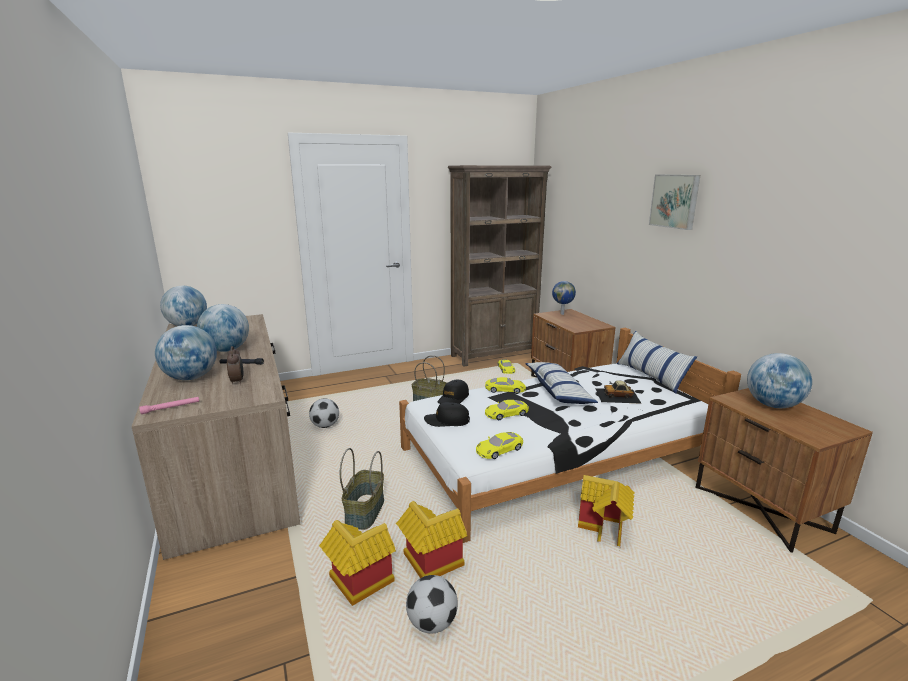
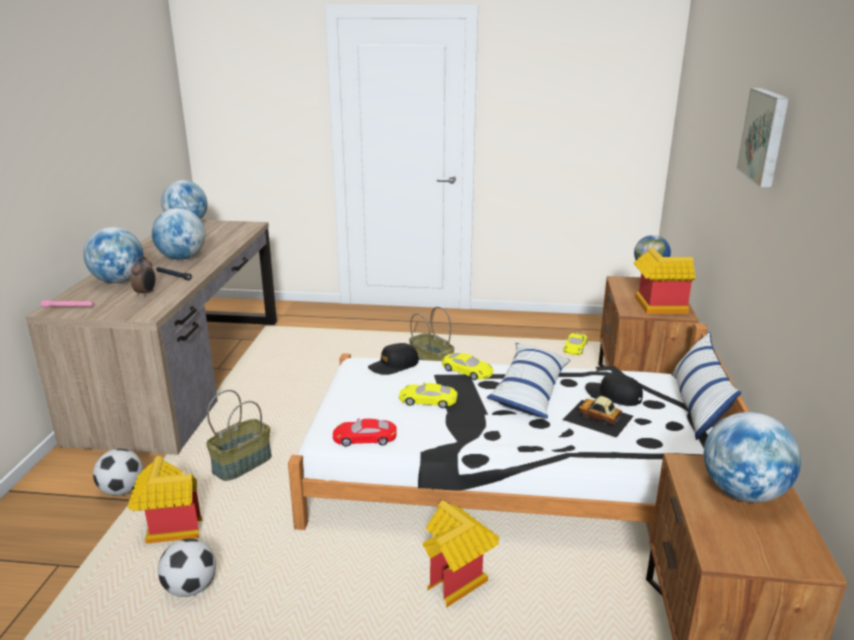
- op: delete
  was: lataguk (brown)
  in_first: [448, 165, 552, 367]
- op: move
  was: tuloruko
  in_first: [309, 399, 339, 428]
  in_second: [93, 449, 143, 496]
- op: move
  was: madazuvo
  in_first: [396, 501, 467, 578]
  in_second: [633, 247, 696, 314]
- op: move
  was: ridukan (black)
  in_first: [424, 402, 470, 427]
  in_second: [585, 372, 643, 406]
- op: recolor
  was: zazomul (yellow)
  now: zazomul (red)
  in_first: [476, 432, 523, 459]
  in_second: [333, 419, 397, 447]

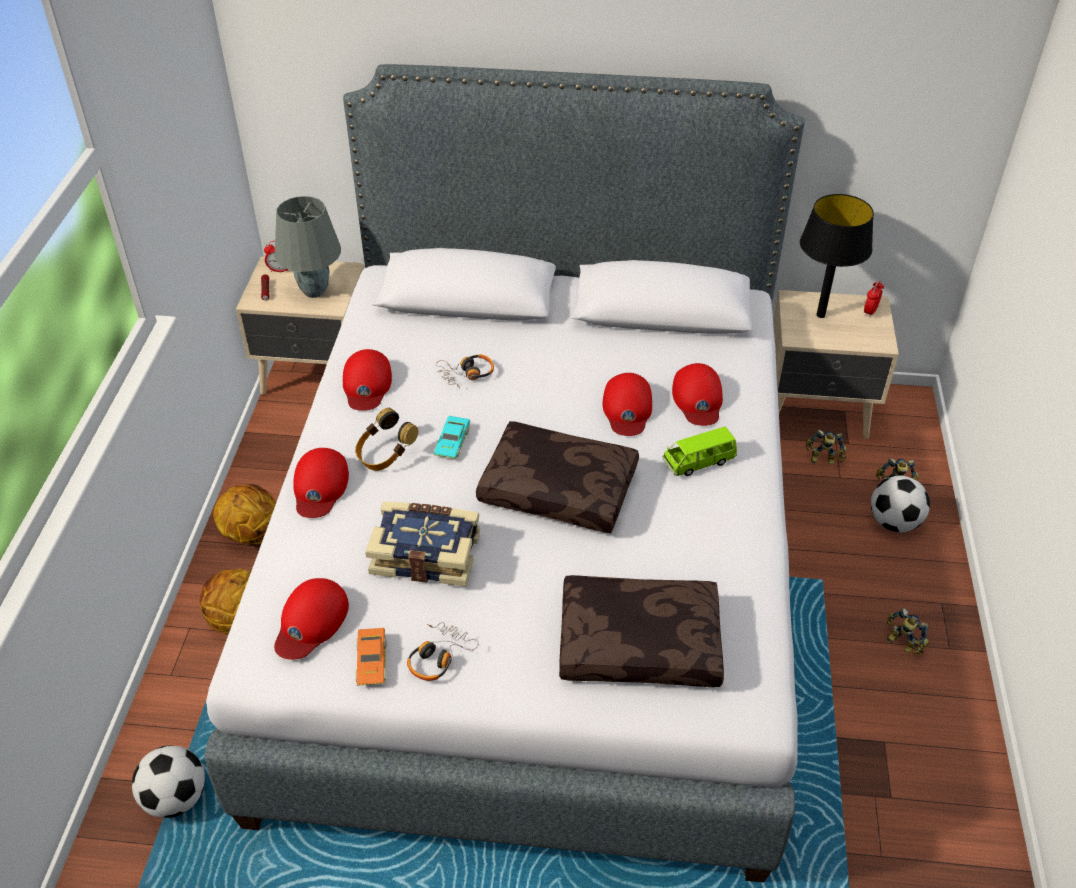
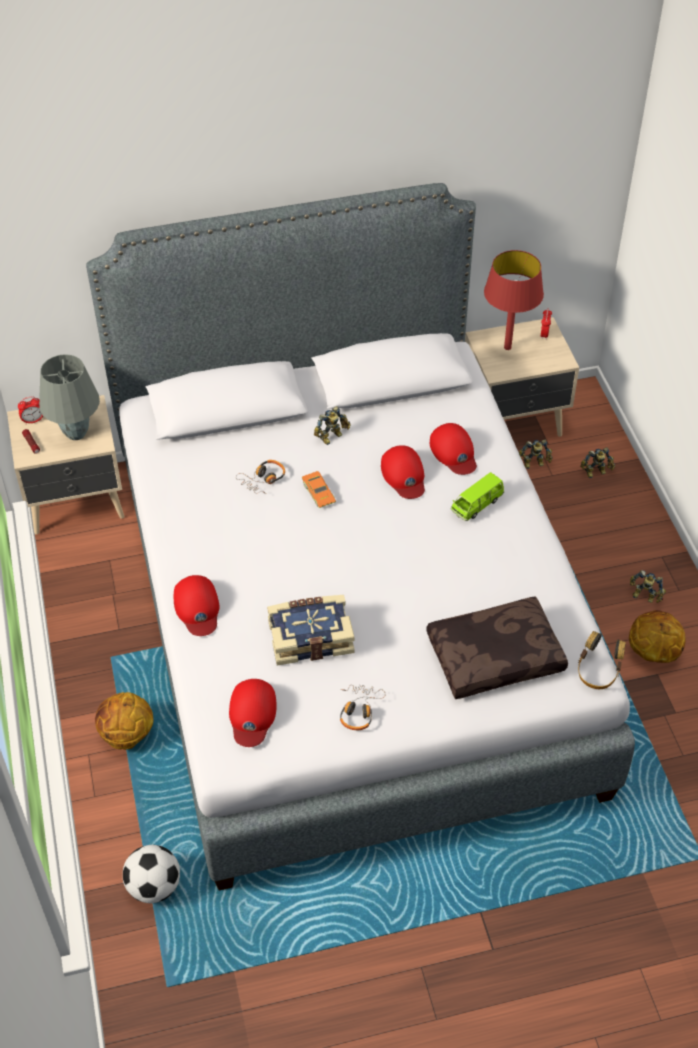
- op: delete
  was: ridukan (red)
  in_first: [343, 349, 392, 411]
- op: delete
  was: zazomul (turquoise)
  in_first: [434, 416, 470, 459]
- op: delete
  was: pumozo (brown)
  in_first: [476, 421, 639, 533]
- op: delete
  was: tuloruko
  in_first: [871, 476, 930, 532]
- op: insert
  now: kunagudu
  in_second: [314, 406, 351, 445]
- op: move
  was: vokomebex
  in_first: [213, 484, 276, 544]
  in_second: [629, 610, 686, 663]
- op: move
  was: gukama
  in_first: [355, 408, 418, 471]
  in_second: [578, 631, 626, 689]
- op: move
  was: zazomul (orange)
  in_first: [356, 628, 387, 686]
  in_second: [302, 471, 336, 508]
- op: recolor
  was: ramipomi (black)
  now: ramipomi (red)
  in_first: [800, 194, 874, 318]
  in_second: [484, 250, 544, 350]

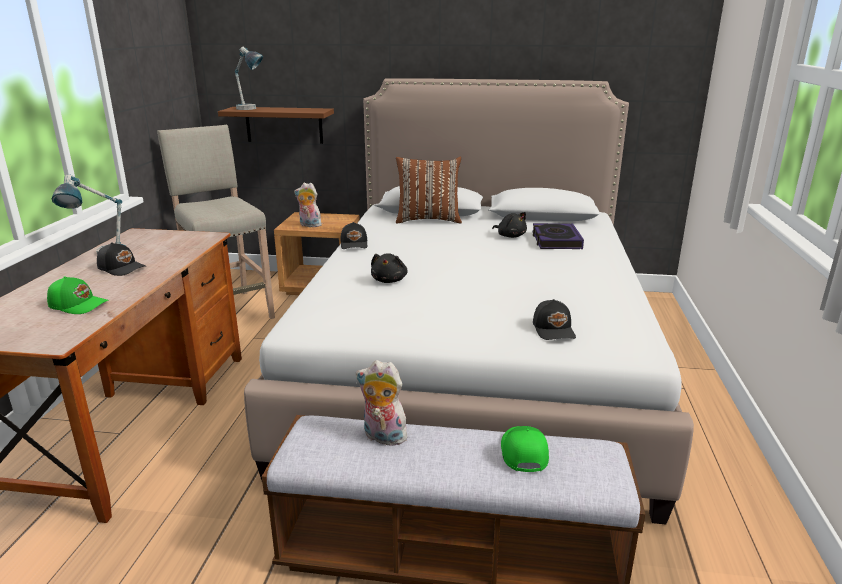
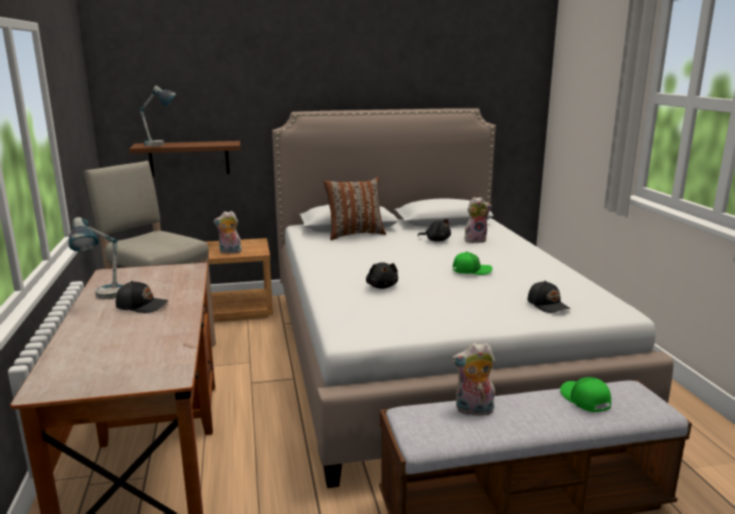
- op: delete
  was: ridukan (black)
  in_first: [340, 222, 367, 249]
- op: move
  was: ridukan (green)
  in_first: [47, 276, 109, 314]
  in_second: [453, 251, 492, 275]
- op: replace
  was: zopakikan
  now: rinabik
  in_first: [532, 223, 584, 249]
  in_second: [464, 197, 492, 243]

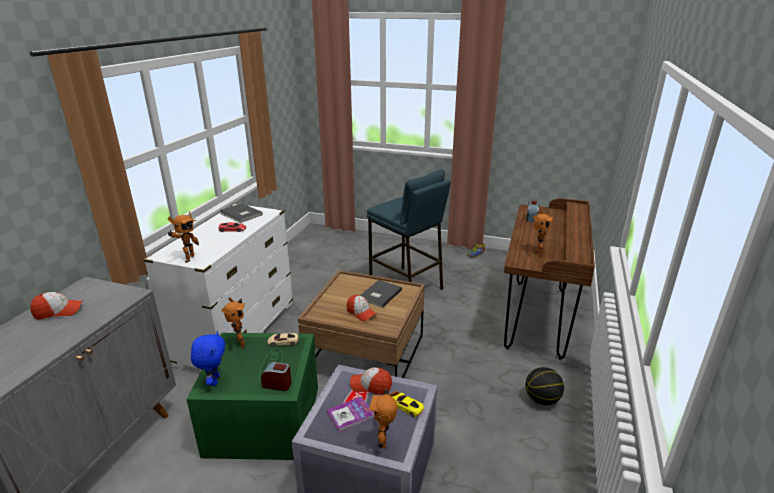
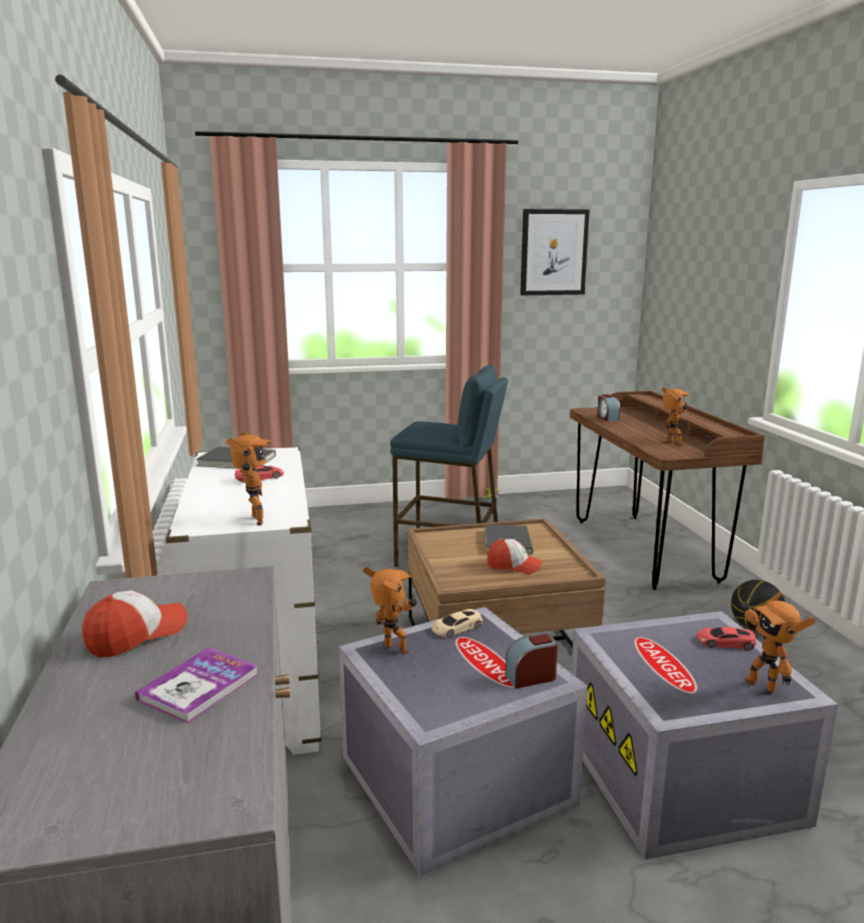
- op: delete
  was: rinabik (blue)
  in_first: [191, 331, 225, 386]
- op: delete
  was: ridukan
  in_first: [350, 367, 392, 395]
- op: insert
  now: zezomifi
  in_second: [520, 209, 589, 295]
- op: move
  was: zopakikan
  in_first: [327, 397, 374, 432]
  in_second: [135, 647, 259, 724]
- op: recolor
  was: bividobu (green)
  now: bividobu (grey)
  in_first: [186, 333, 318, 460]
  in_second: [338, 607, 588, 876]
- op: recolor
  was: zazomul (yellow)
  now: zazomul (red)
  in_first: [393, 393, 424, 417]
  in_second: [697, 627, 756, 650]

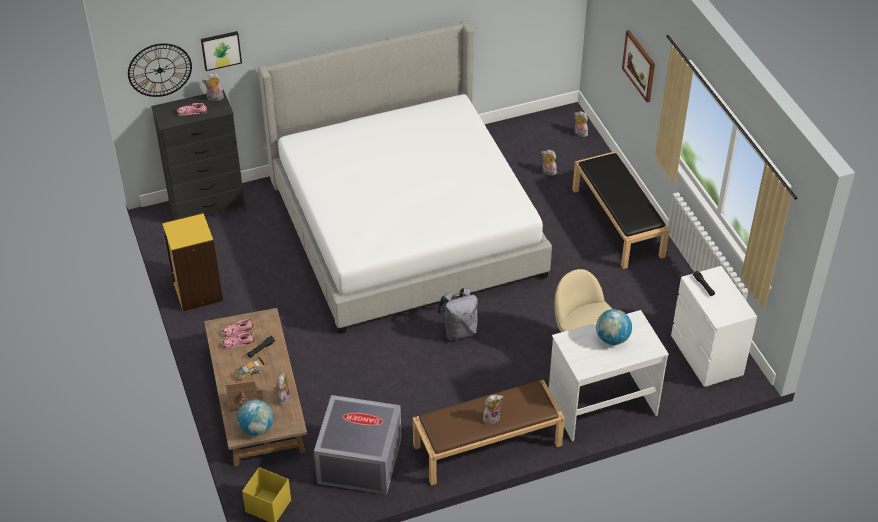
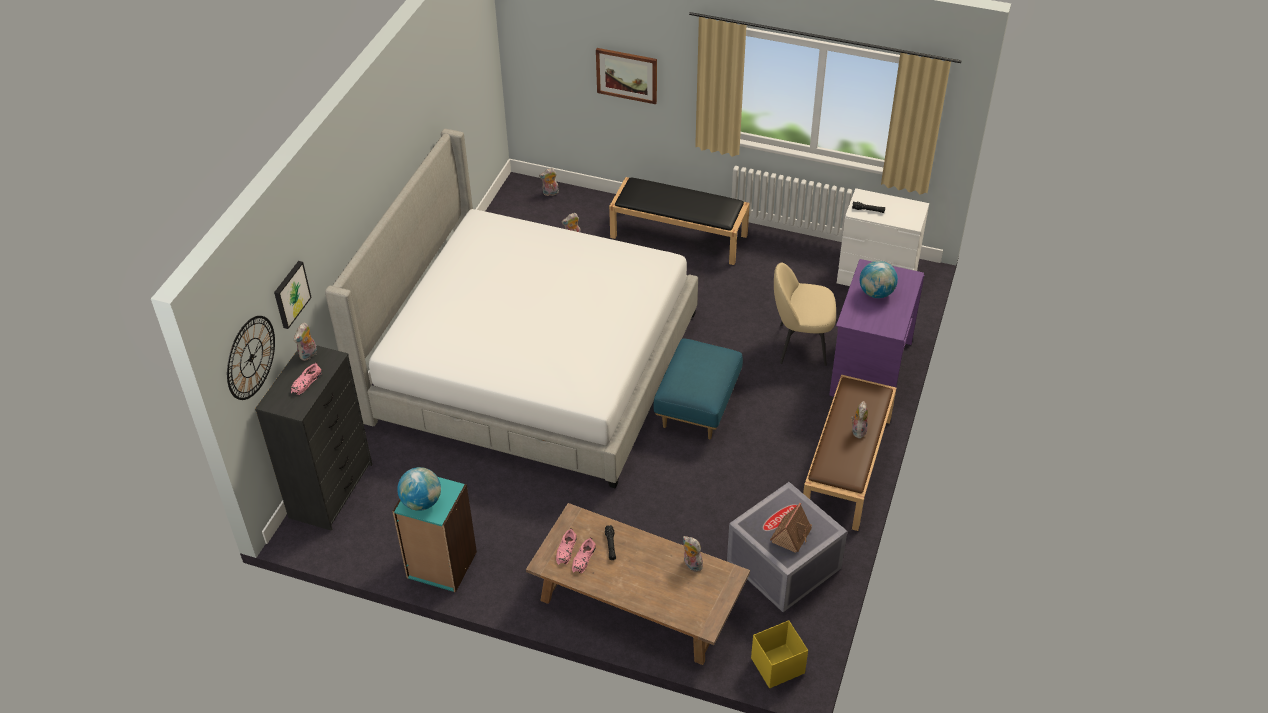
- op: delete
  was: zazomul
  in_first: [234, 357, 265, 381]
- op: move
  was: madazuvo
  in_first: [226, 380, 263, 412]
  in_second: [770, 503, 812, 553]
- op: move
  was: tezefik
  in_first: [237, 399, 274, 436]
  in_second: [397, 467, 441, 511]
- op: replace
  was: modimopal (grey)
  now: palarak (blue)
  in_first: [437, 288, 478, 341]
  in_second: [653, 338, 743, 439]
- op: recolor
  was: lataguk (yellow)
  now: lataguk (turquoise)
  in_first: [162, 212, 223, 311]
  in_second: [392, 477, 477, 593]
- op: recolor
  was: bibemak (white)
  now: bibemak (purple)
  in_first: [549, 310, 669, 441]
  in_second: [829, 259, 924, 397]

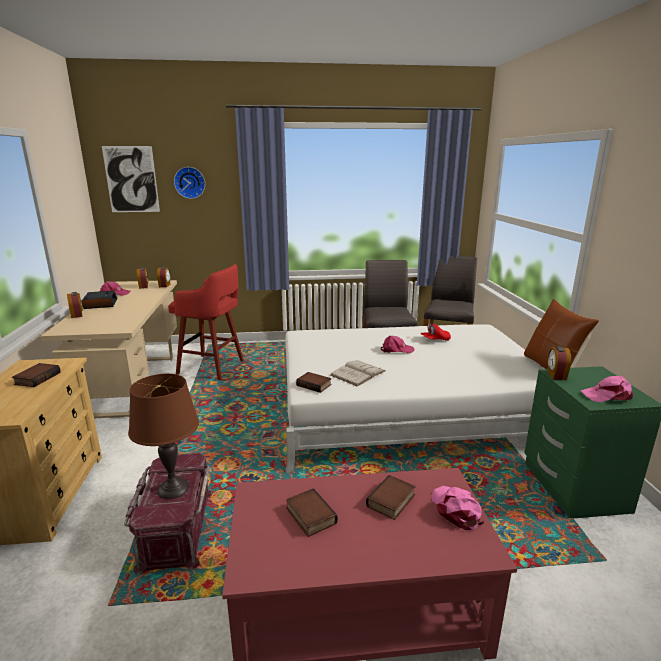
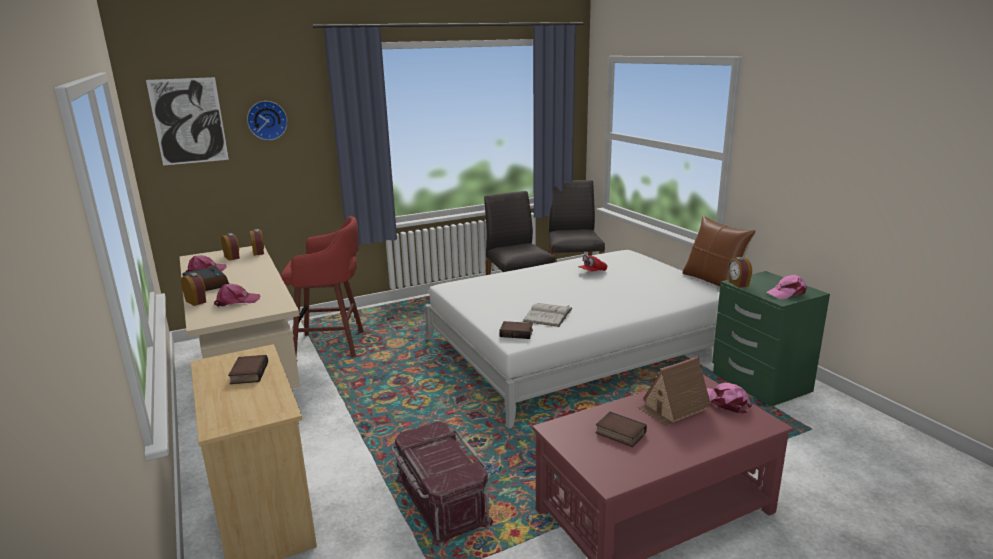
- op: delete
  was: ramipomi (brown)
  in_first: [128, 374, 199, 499]
- op: move
  was: ridukan (pink)
  in_first: [381, 336, 414, 353]
  in_second: [214, 284, 260, 307]
- op: replace
  was: zopakikan
  now: madazuvo
  in_first: [366, 475, 416, 520]
  in_second: [638, 356, 711, 426]

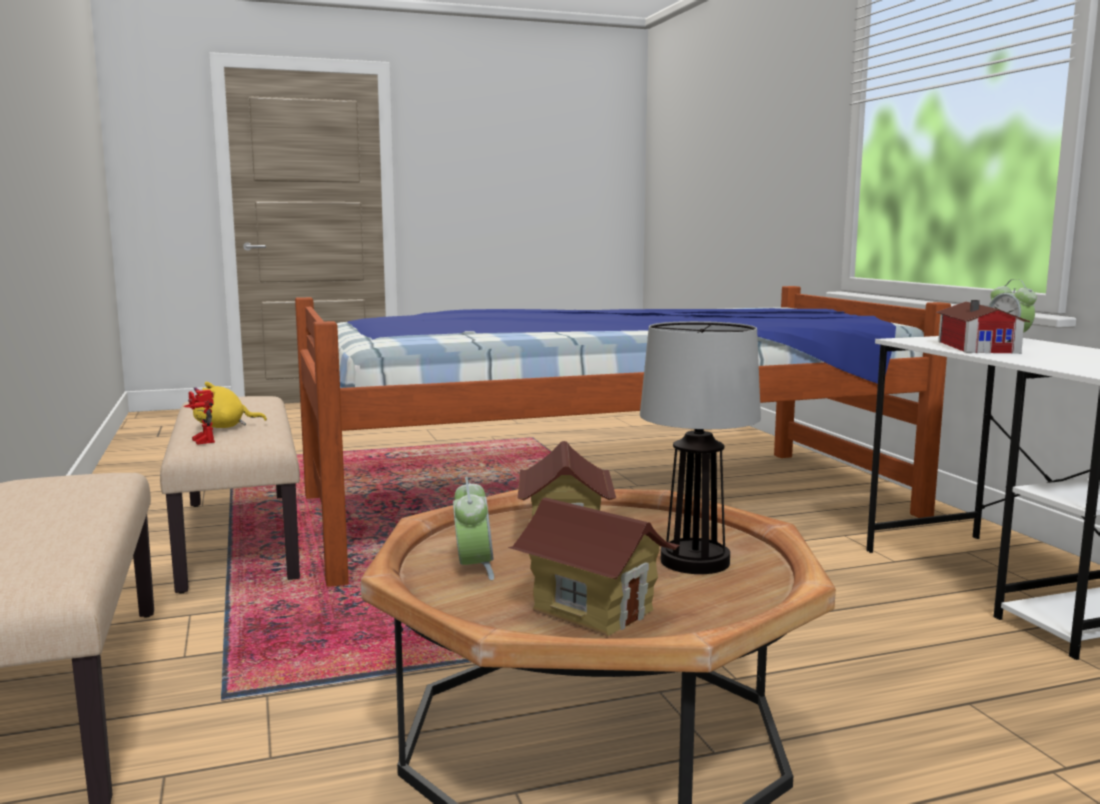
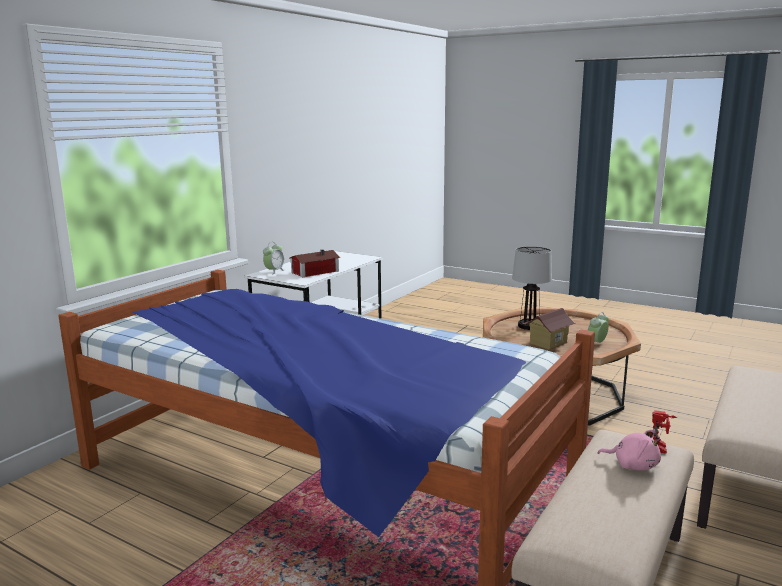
- op: delete
  was: madazuvo
  in_first: [507, 497, 680, 636]
- op: recolor
  was: rinabik (yellow)
  now: rinabik (pink)
  in_first: [193, 382, 267, 428]
  in_second: [598, 429, 661, 471]

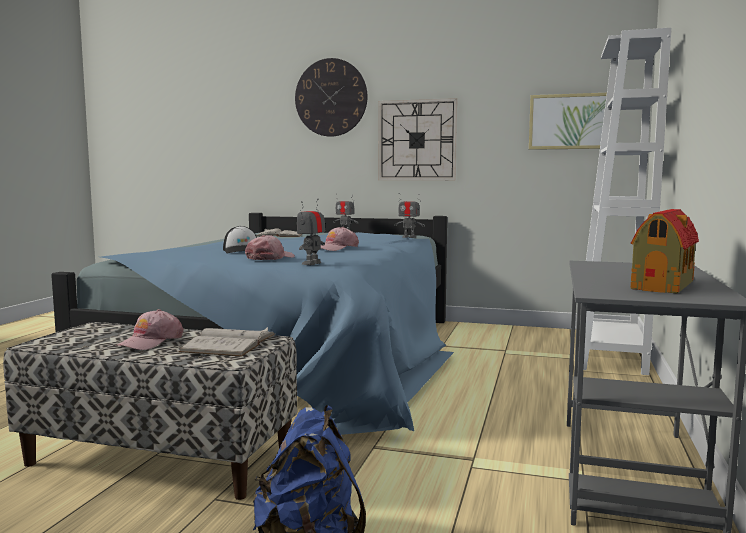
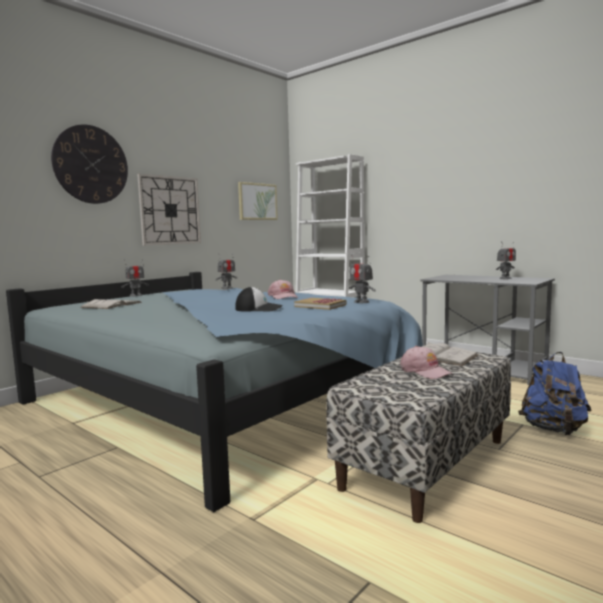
- op: replace
  was: ridukan (pink)
  now: zopakikan
  in_first: [245, 235, 295, 260]
  in_second: [294, 298, 346, 310]
- op: replace
  was: madazuvo
  now: kunagudu
  in_first: [631, 209, 699, 293]
  in_second: [496, 241, 516, 279]

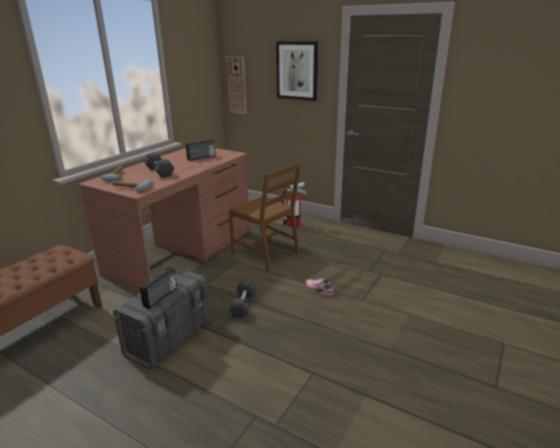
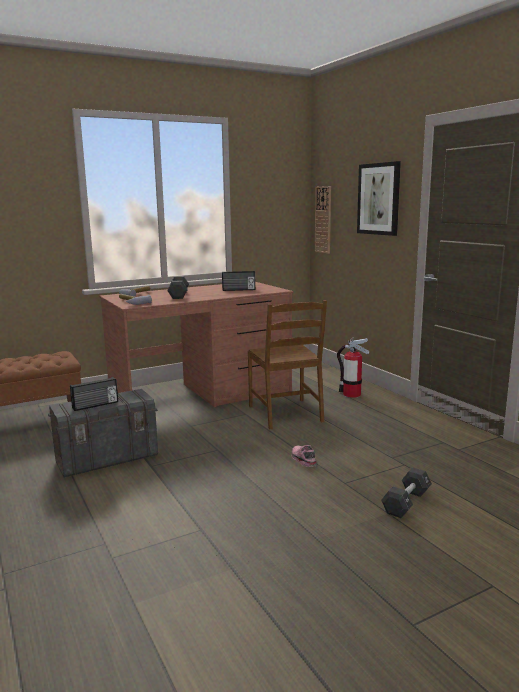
- op: move
  was: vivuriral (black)
  in_first: [229, 280, 256, 318]
  in_second: [381, 468, 432, 518]

